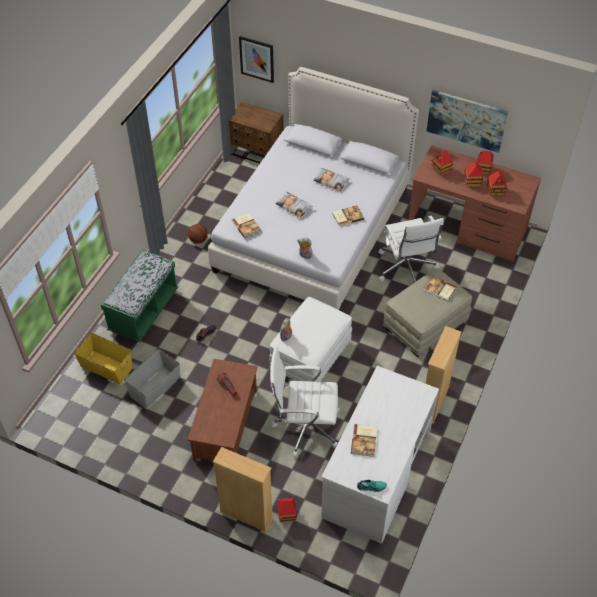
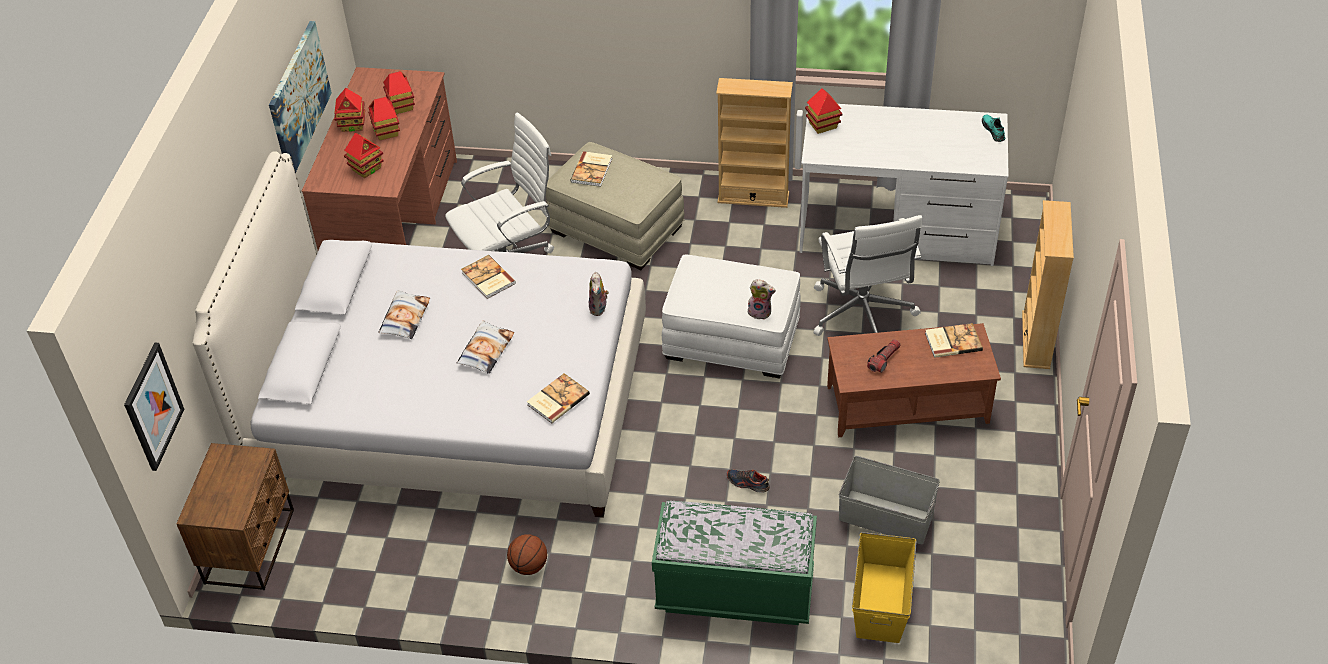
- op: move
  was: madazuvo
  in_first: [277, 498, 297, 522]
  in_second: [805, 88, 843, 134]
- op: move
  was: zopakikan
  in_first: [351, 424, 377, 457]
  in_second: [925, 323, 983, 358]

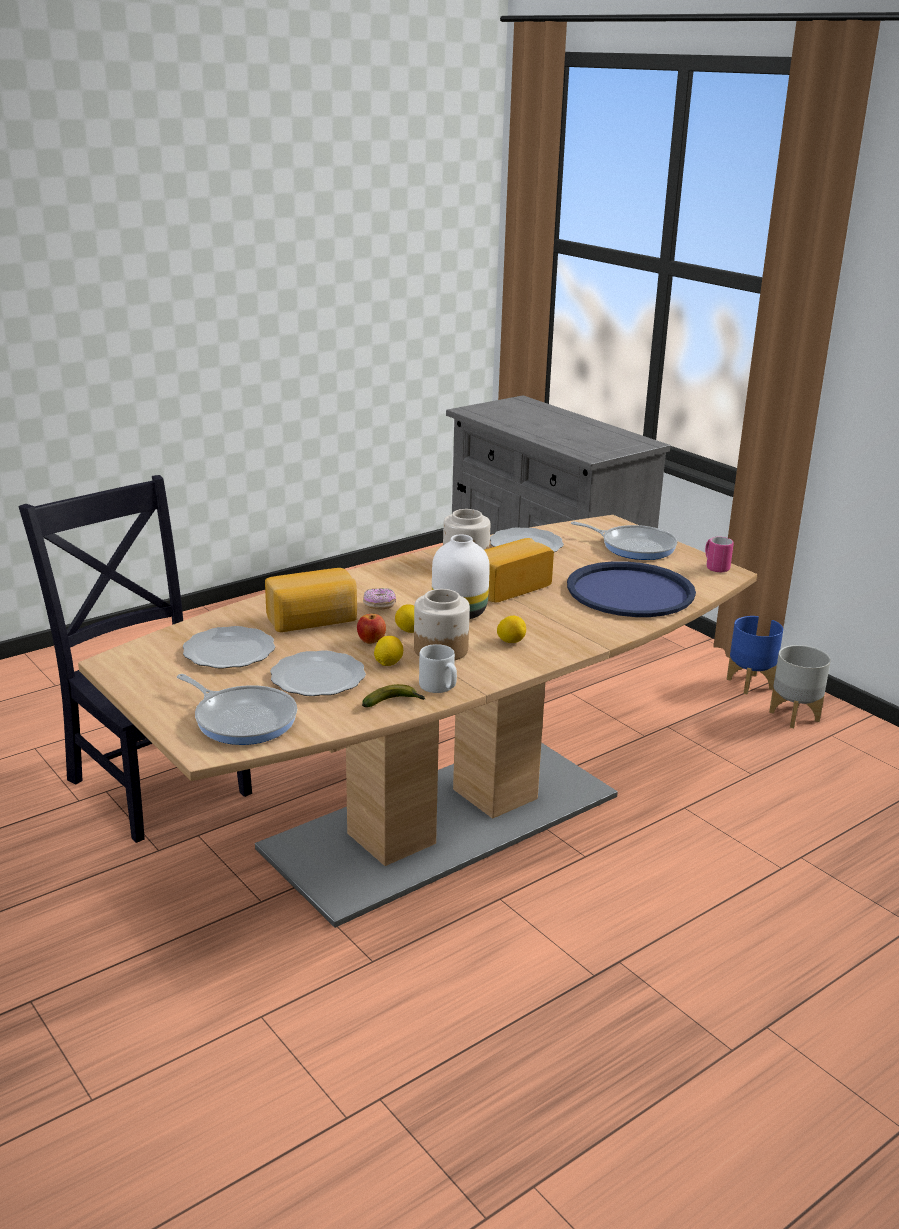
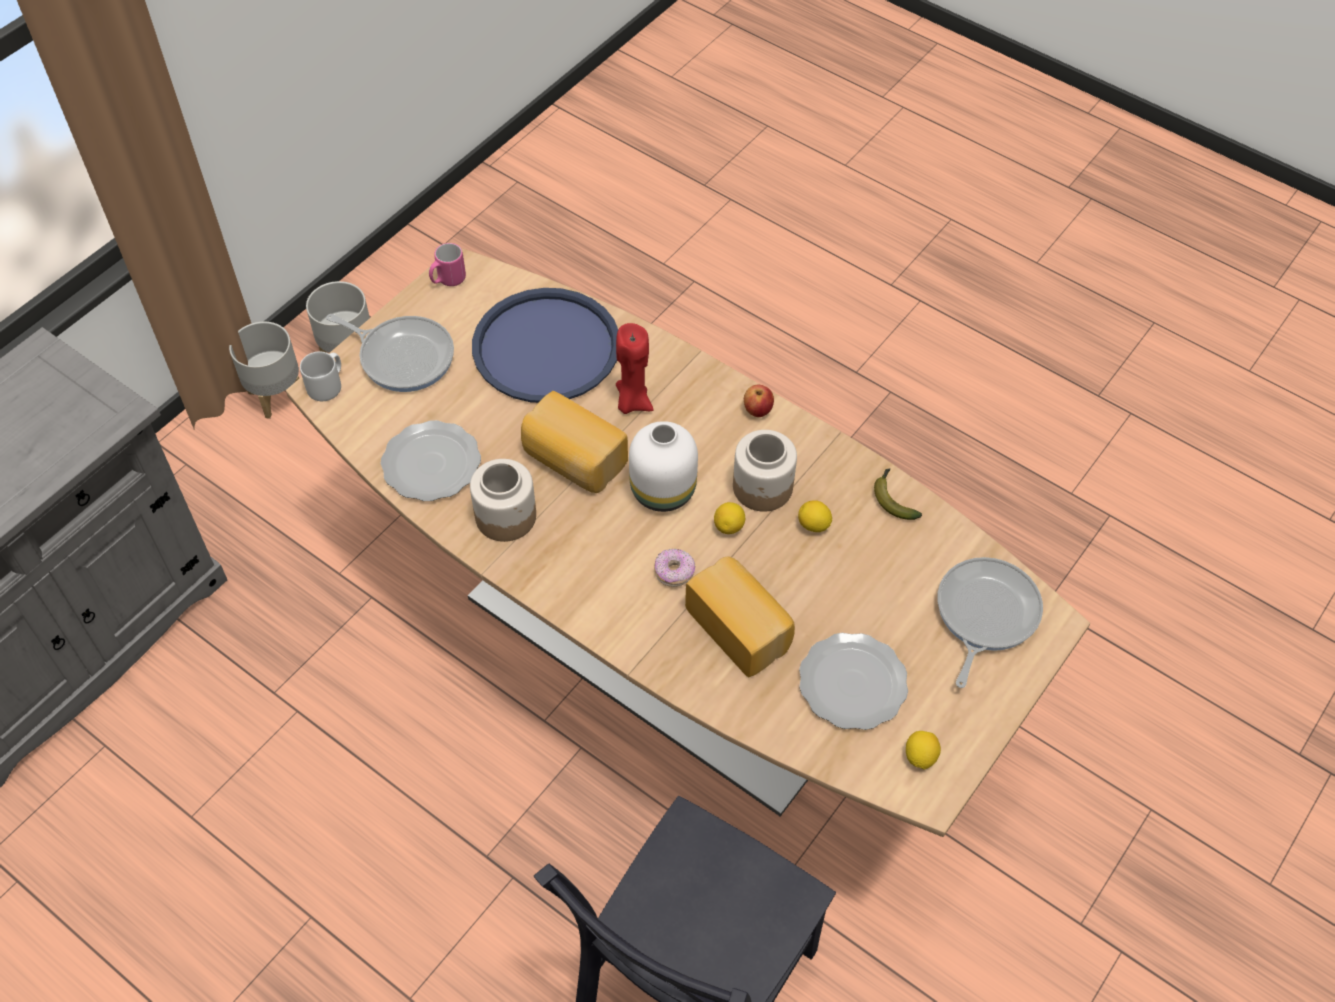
- op: delete
  was: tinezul
  in_first: [270, 650, 366, 696]
- op: insert
  now: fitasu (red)
  in_second: [616, 323, 654, 414]
- op: move
  was: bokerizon
  in_first: [357, 614, 386, 644]
  in_second: [744, 385, 774, 417]
- op: move
  was: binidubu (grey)
  in_first: [419, 644, 457, 693]
  in_second: [300, 351, 341, 401]
- op: move
  was: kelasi
  in_first: [497, 616, 526, 643]
  in_second: [906, 731, 941, 769]
- op: recolor
  was: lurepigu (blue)
  now: lurepigu (grey)
  in_first: [726, 616, 783, 694]
  in_second: [229, 322, 299, 419]
- op: rotate
  was: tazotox
  in_first: [571, 521, 677, 560]
  in_second: [326, 314, 454, 392]
  clockwise: 105

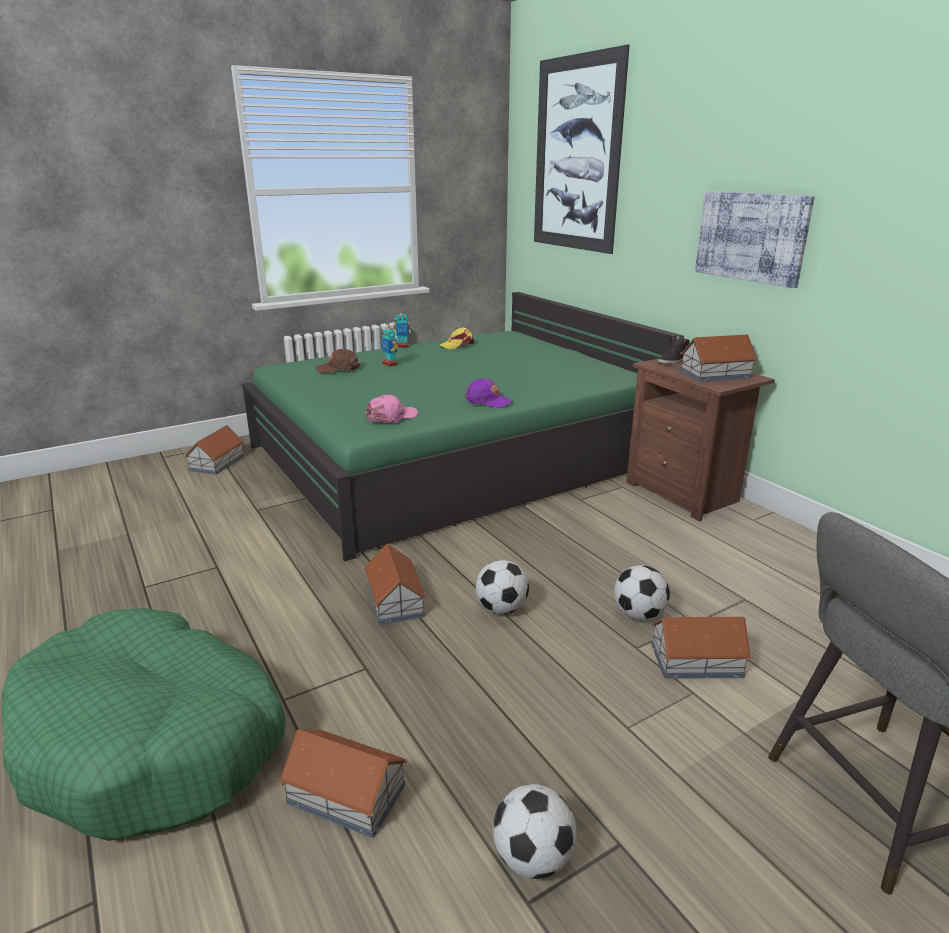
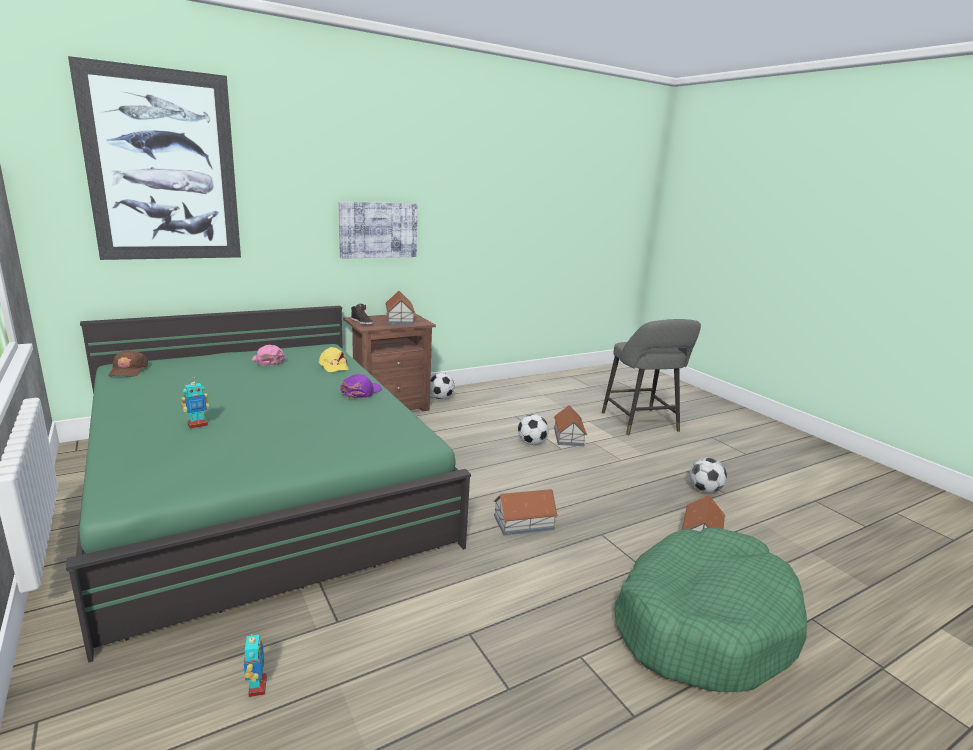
- op: delete
  was: madazuvo
  in_first: [185, 425, 244, 475]
- op: move
  was: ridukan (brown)
  in_first: [315, 349, 360, 373]
  in_second: [108, 350, 148, 377]
- op: move
  was: ridukan (pink)
  in_first: [365, 395, 418, 423]
  in_second: [252, 345, 286, 366]
- op: move
  was: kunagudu
  in_first: [393, 309, 411, 348]
  in_second: [244, 632, 267, 697]
- op: move
  was: ridukan (yellow)
  in_first: [440, 327, 474, 349]
  in_second: [319, 347, 349, 372]
- op: move
  was: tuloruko
  in_first: [476, 560, 529, 614]
  in_second: [430, 373, 454, 399]

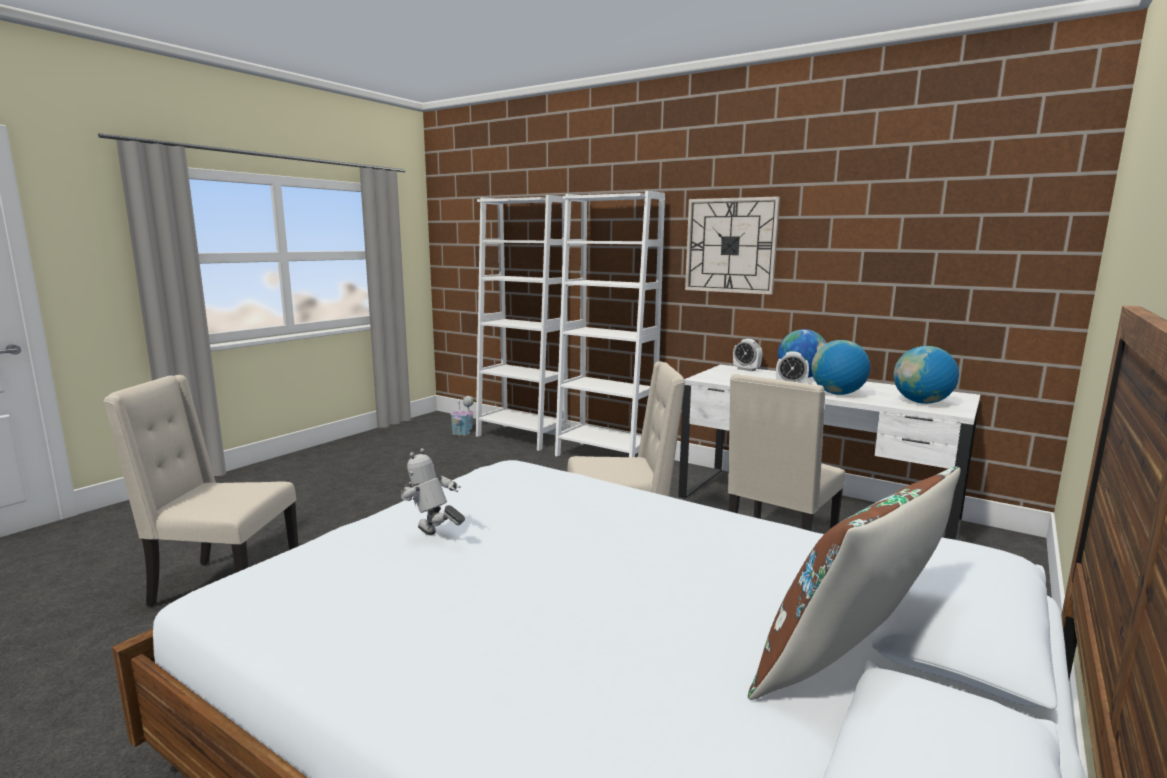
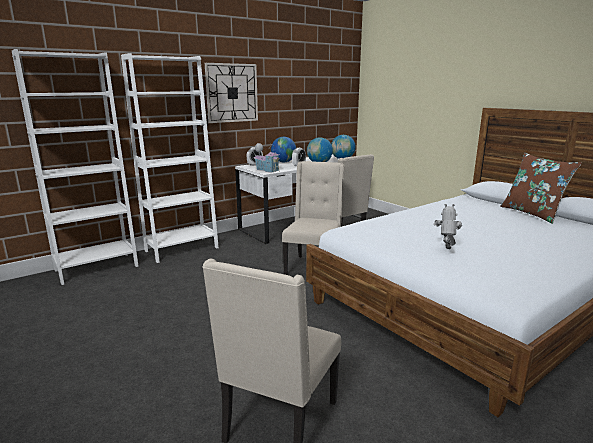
- op: move
  was: madazuvo
  in_first: [451, 396, 475, 436]
  in_second: [253, 143, 281, 173]
- op: rotate
  was: kunagudu
  in_first: [401, 448, 465, 535]
  in_second: [434, 204, 462, 249]
  clockwise: 135

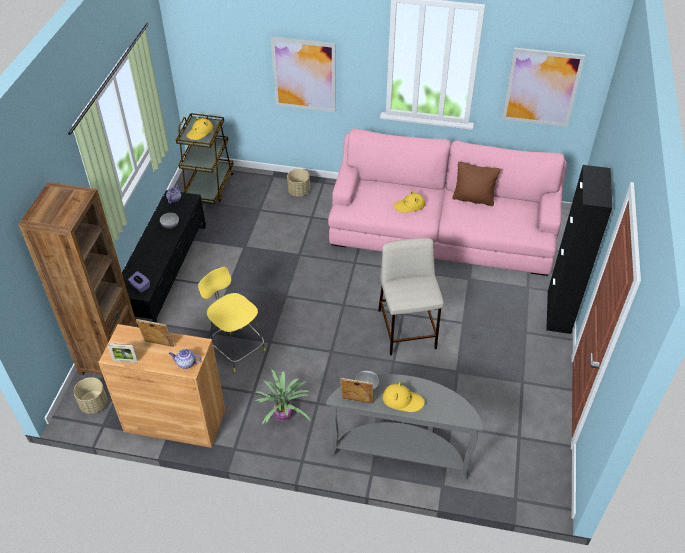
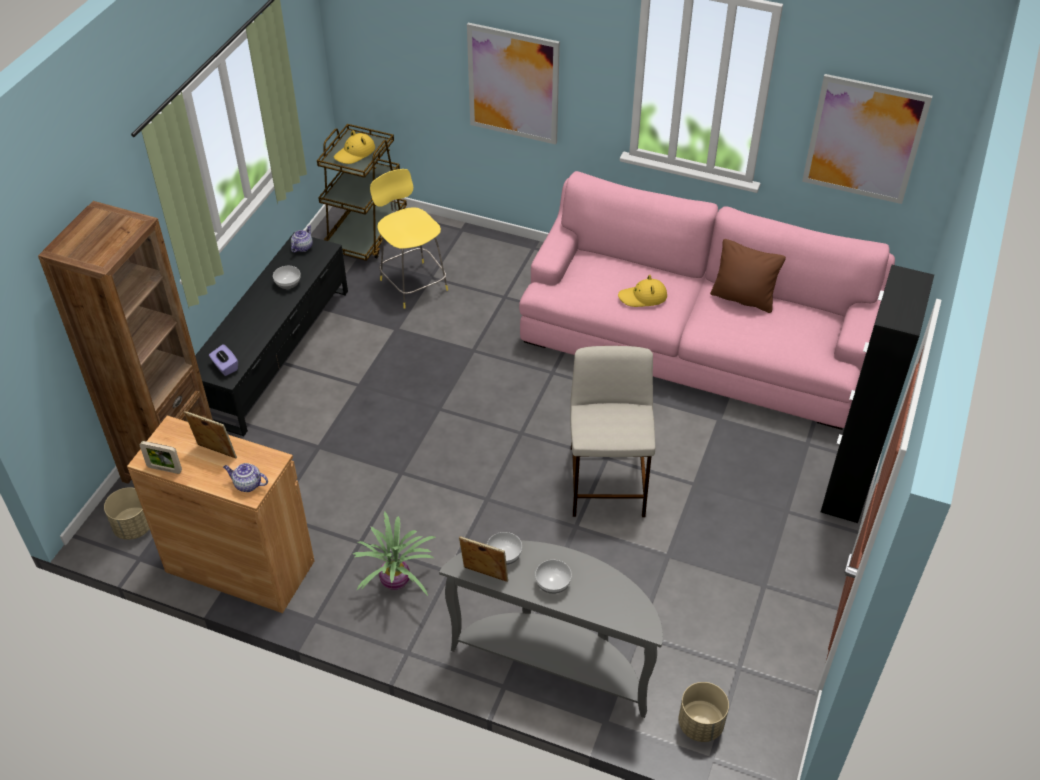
- op: move
  was: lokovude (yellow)
  in_first: [198, 267, 266, 372]
  in_second: [370, 169, 448, 309]
- op: move
  was: lurepigu (beige)
  in_first: [287, 169, 310, 197]
  in_second: [679, 682, 729, 742]
- op: replace
  was: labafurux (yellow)
  now: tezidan
  in_first: [382, 382, 425, 412]
  in_second: [535, 560, 572, 594]

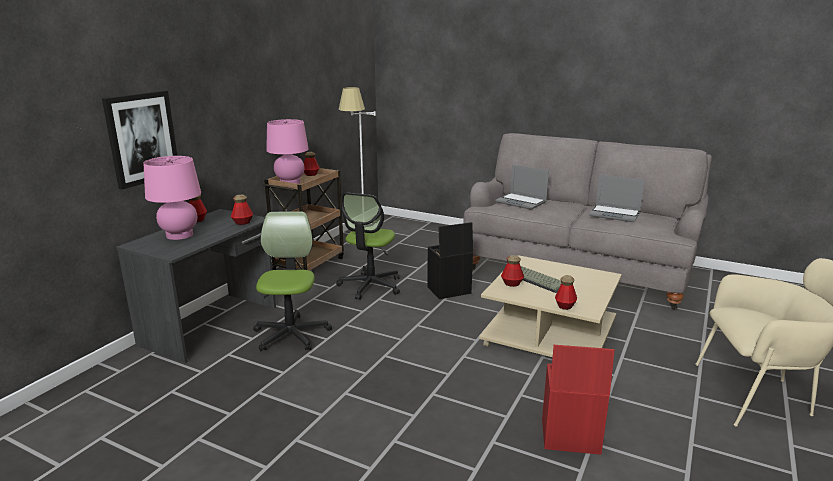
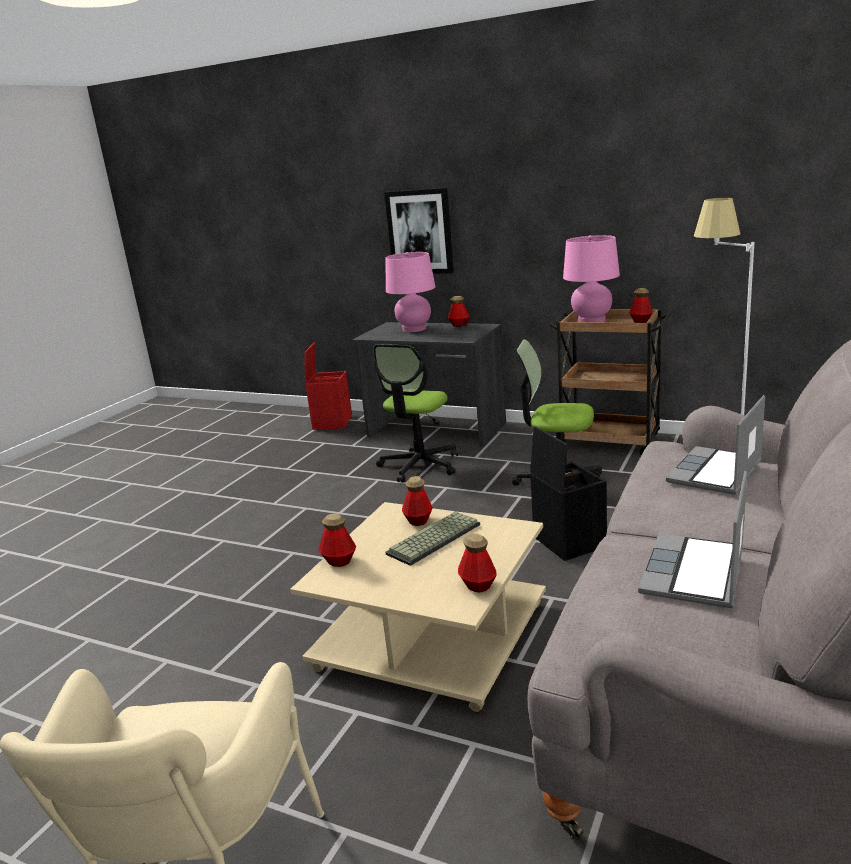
- op: move
  was: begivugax
  in_first: [231, 195, 253, 225]
  in_second: [458, 533, 497, 593]
- op: move
  was: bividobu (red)
  in_first: [542, 345, 614, 455]
  in_second: [304, 342, 352, 430]
- op: rotate
  was: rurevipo
  in_first: [253, 211, 332, 351]
  in_second: [373, 344, 458, 482]
  clockwise: 120

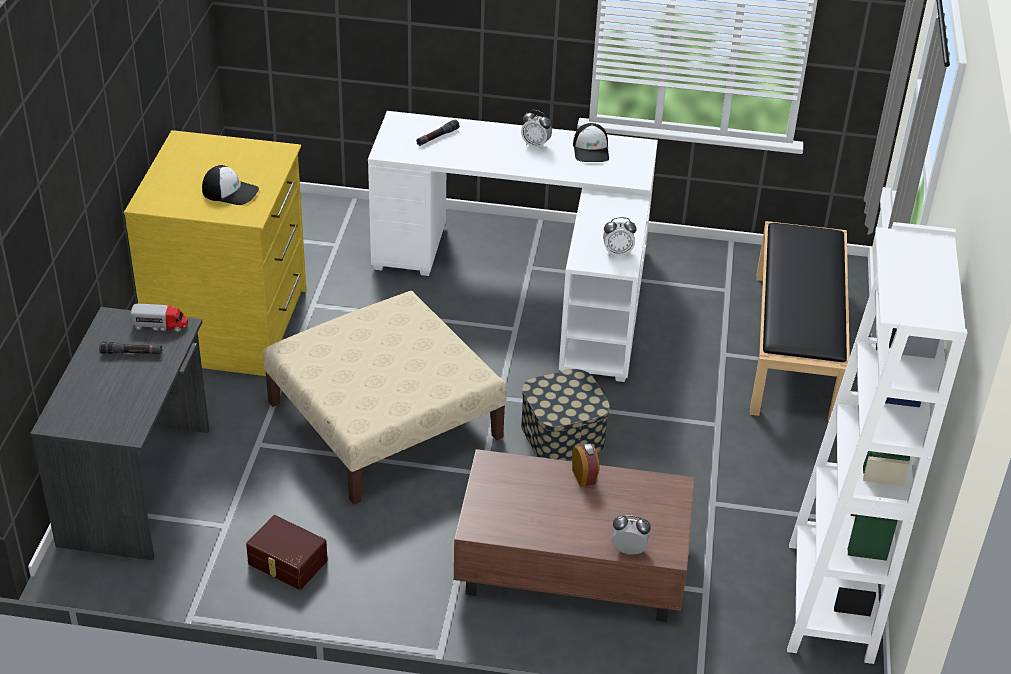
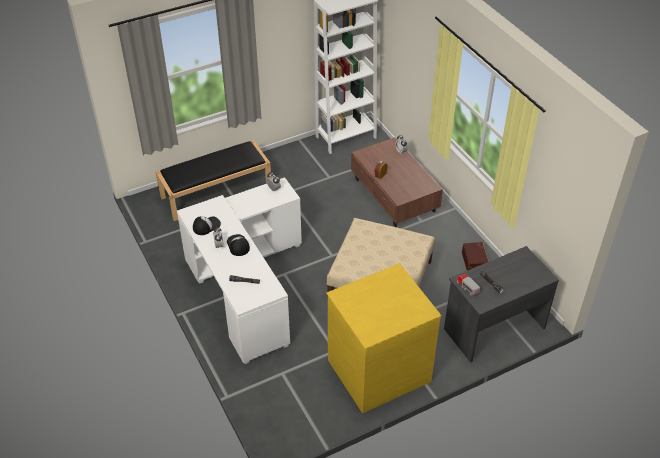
- op: delete
  was: bividobu
  in_first: [521, 369, 610, 461]
- op: move
  was: ridukan
  in_first: [202, 165, 259, 205]
  in_second: [227, 234, 250, 256]

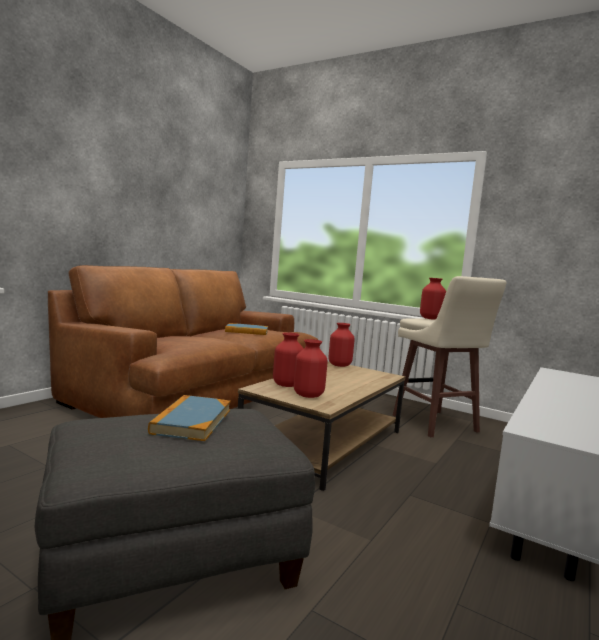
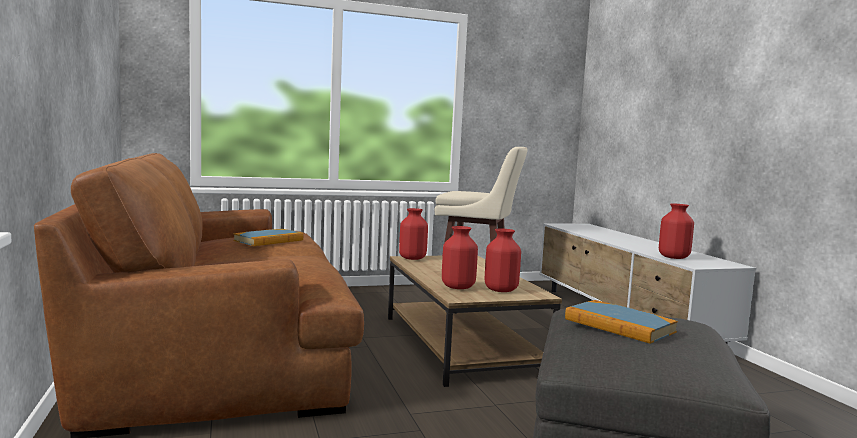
- op: move
  was: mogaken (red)
  in_first: [420, 278, 446, 320]
  in_second: [659, 203, 694, 259]

